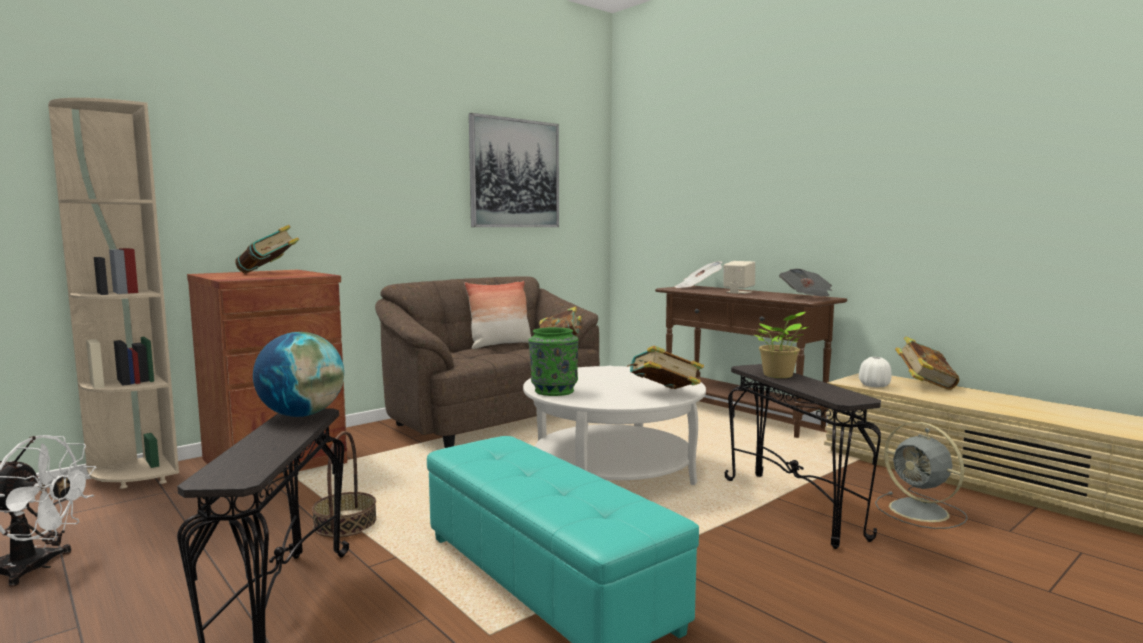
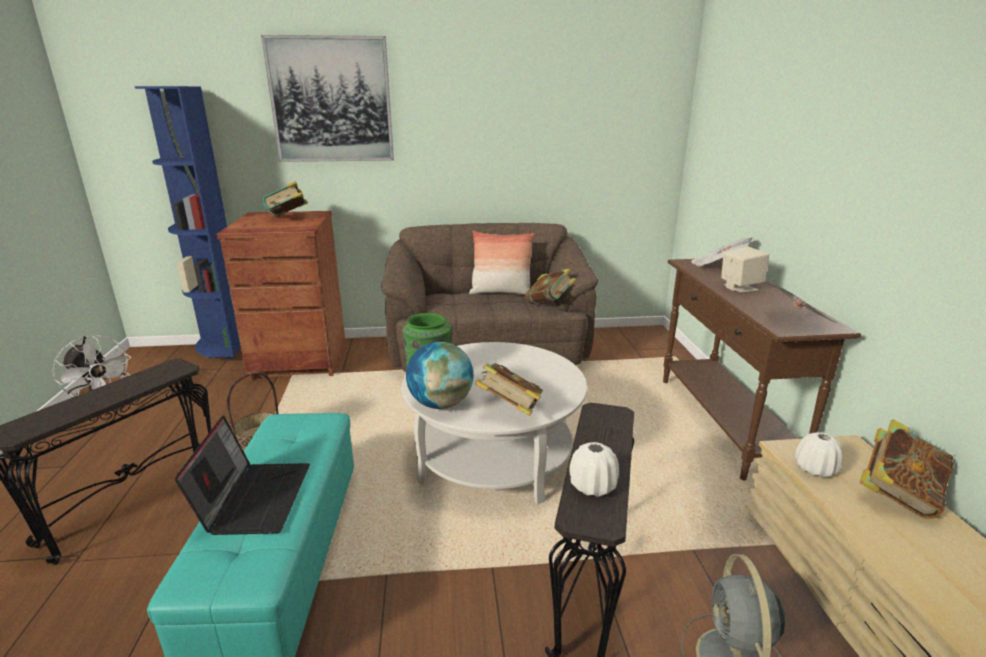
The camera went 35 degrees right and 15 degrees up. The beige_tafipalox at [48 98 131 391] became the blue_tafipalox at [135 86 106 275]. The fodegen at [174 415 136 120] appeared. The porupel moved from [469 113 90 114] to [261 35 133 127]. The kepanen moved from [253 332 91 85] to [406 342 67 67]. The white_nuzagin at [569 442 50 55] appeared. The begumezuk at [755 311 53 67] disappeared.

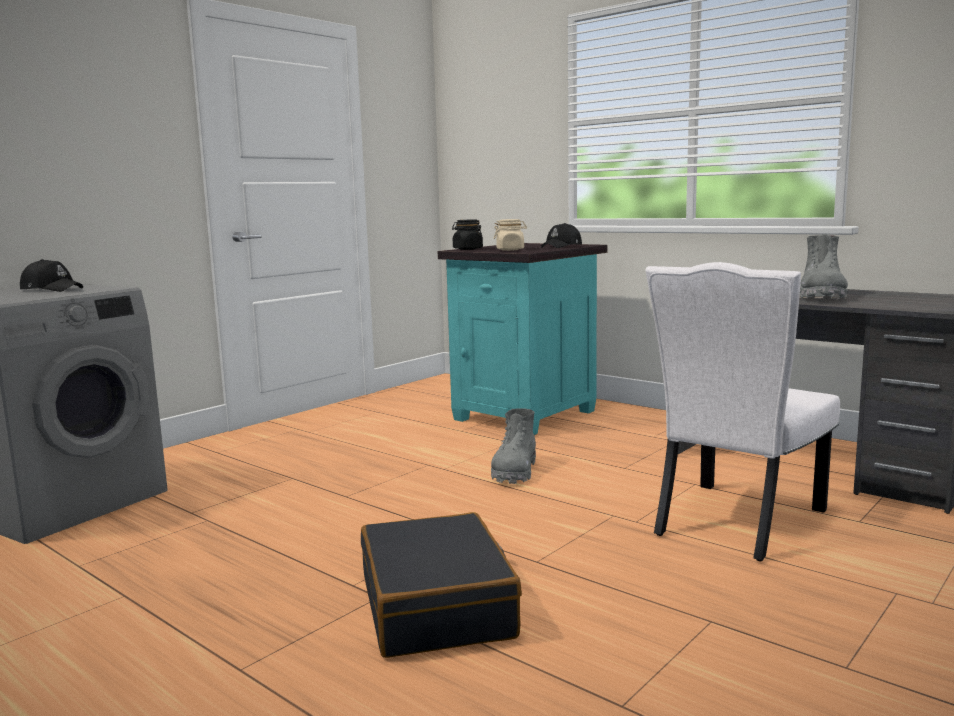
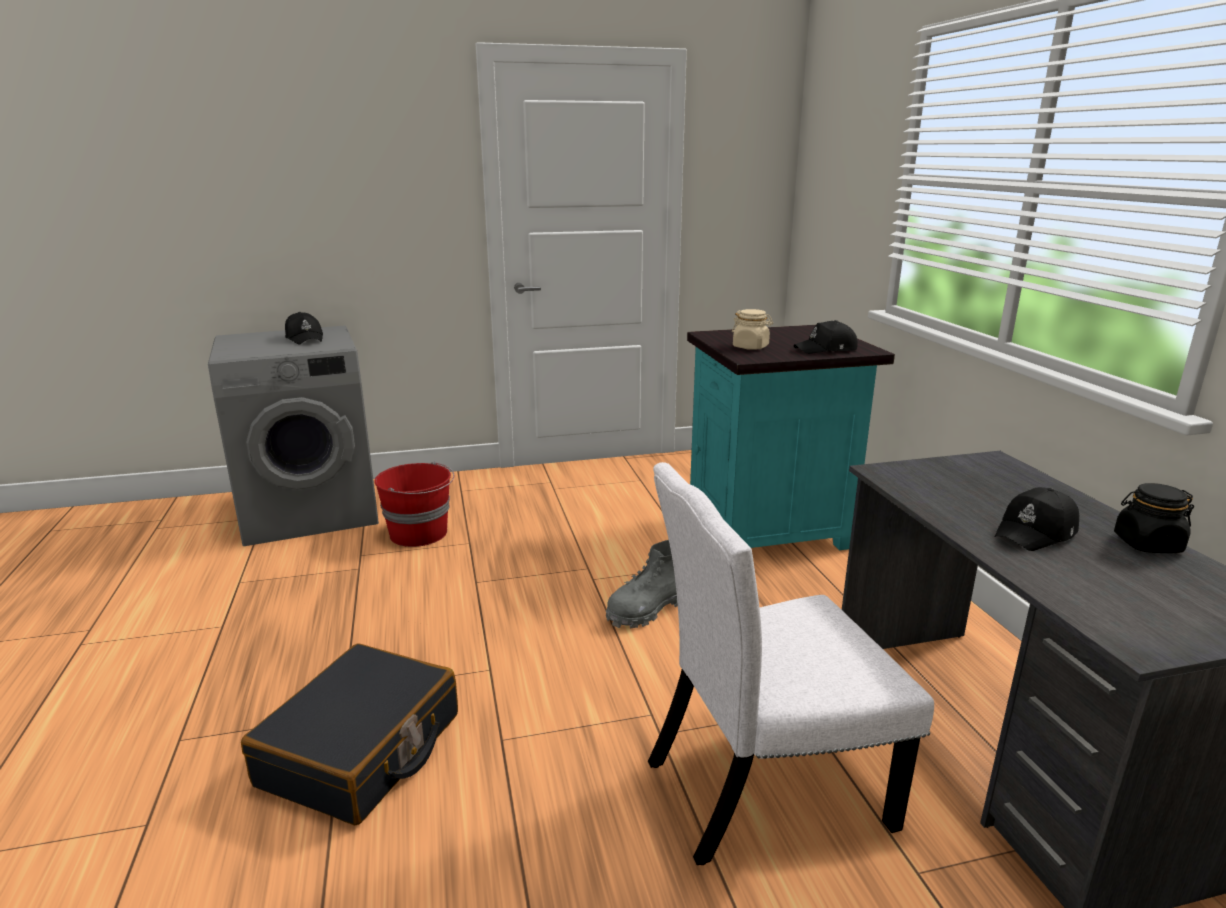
The camera went 35 degrees right and 10 degrees up. The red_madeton at [374 461 80 86] appeared. The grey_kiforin at [800 234 48 65] was replaced by the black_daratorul at [994 487 85 64]. The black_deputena moved from [452 220 31 30] to [1114 483 80 70].

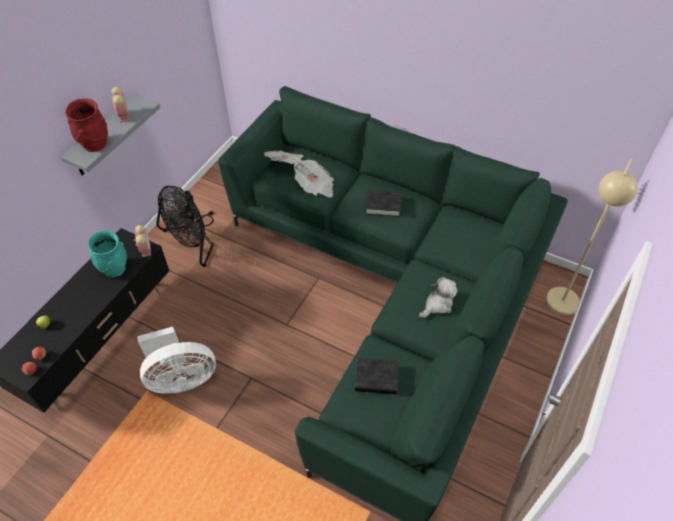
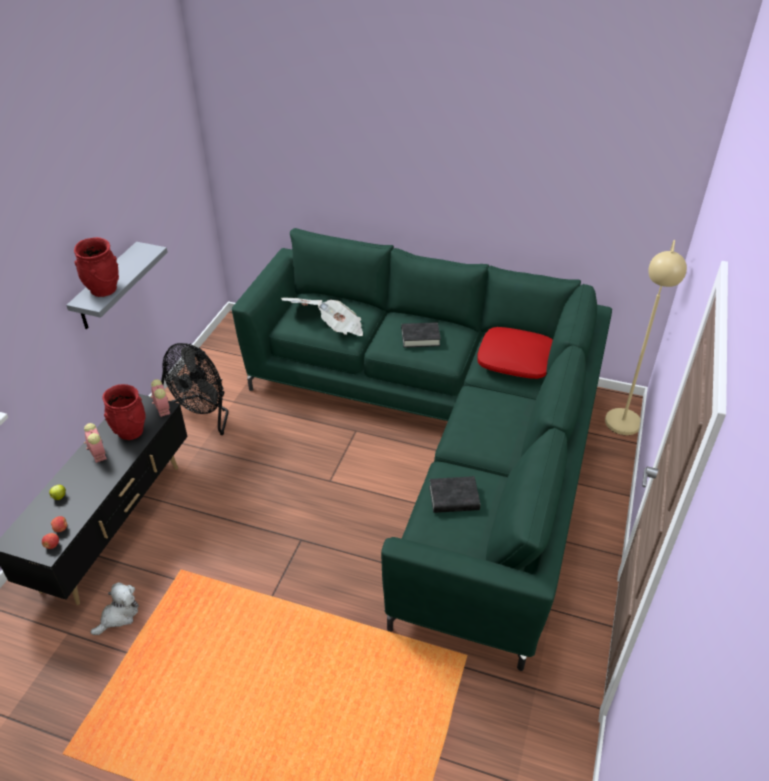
The camera went 10 degrees left and 10 degrees down. The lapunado moved from [111 87 19 35] to [84 423 23 40]. The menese moved from [419 277 38 41] to [91 582 48 53]. The turquoise_nuzagin at [88 230 39 47] became the red_nuzagin at [102 384 44 56]. The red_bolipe at [477 327 76 52] appeared. The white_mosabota at [137 327 79 67] disappeared.

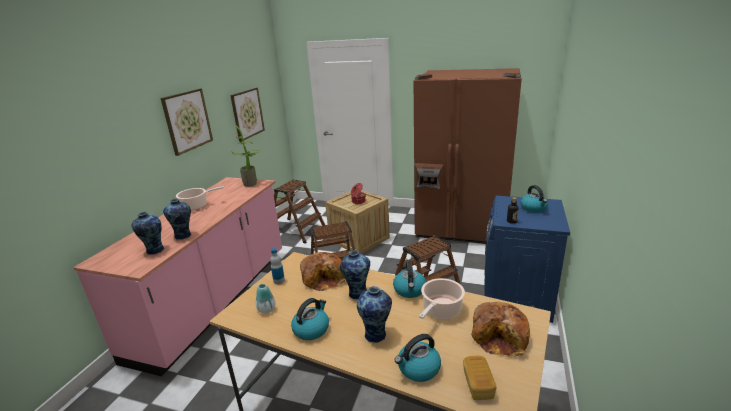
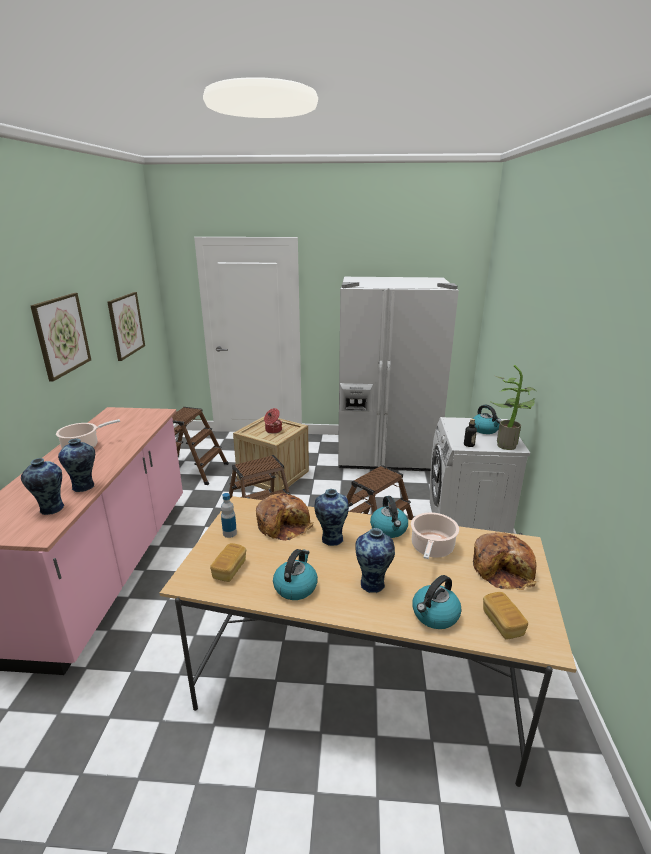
The camera went 15 degrees left and 0 degrees up. The nuzagin at [256 284 20 30] was replaced by the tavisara at [210 543 36 39]. The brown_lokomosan at [414 68 108 176] became the white_lokomosan at [338 277 121 194]. The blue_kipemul at [484 195 86 128] became the white_kipemul at [430 417 100 116]. The begumezuk moved from [231 125 32 62] to [490 365 47 85].

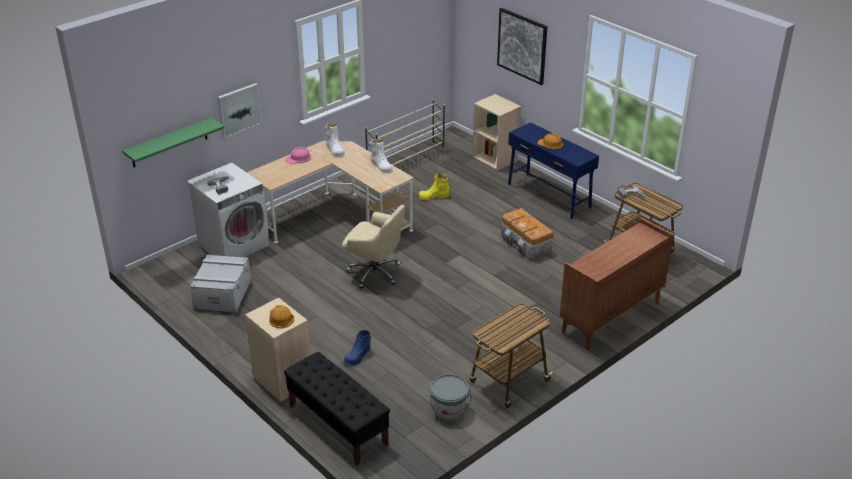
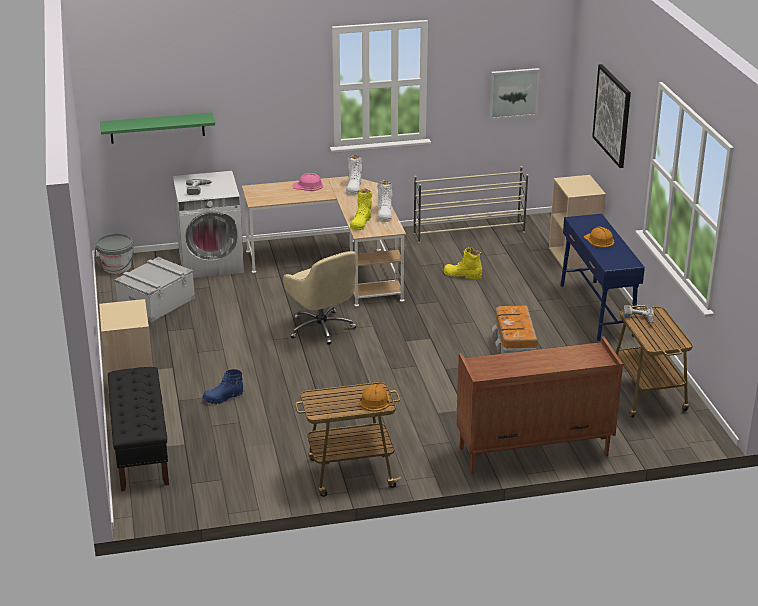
The camera went 30 degrees right and 5 degrees down. The grey_madeton moved from [430 374 41 46] to [95 234 38 40]. The yellow_kiforin at [350 189 22 41] appeared. The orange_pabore moved from [269 305 26 23] to [359 384 31 28]. The porupel moved from [218 83 44 56] to [489 68 51 52].

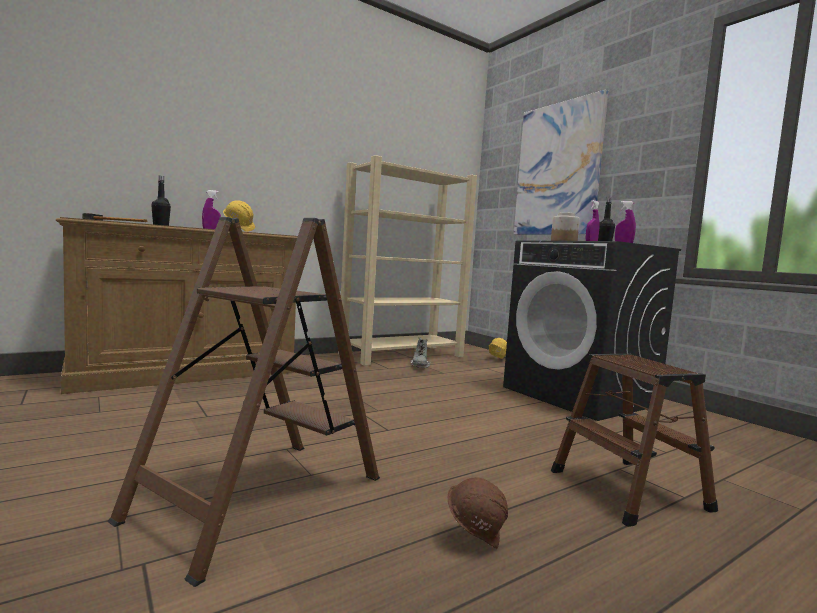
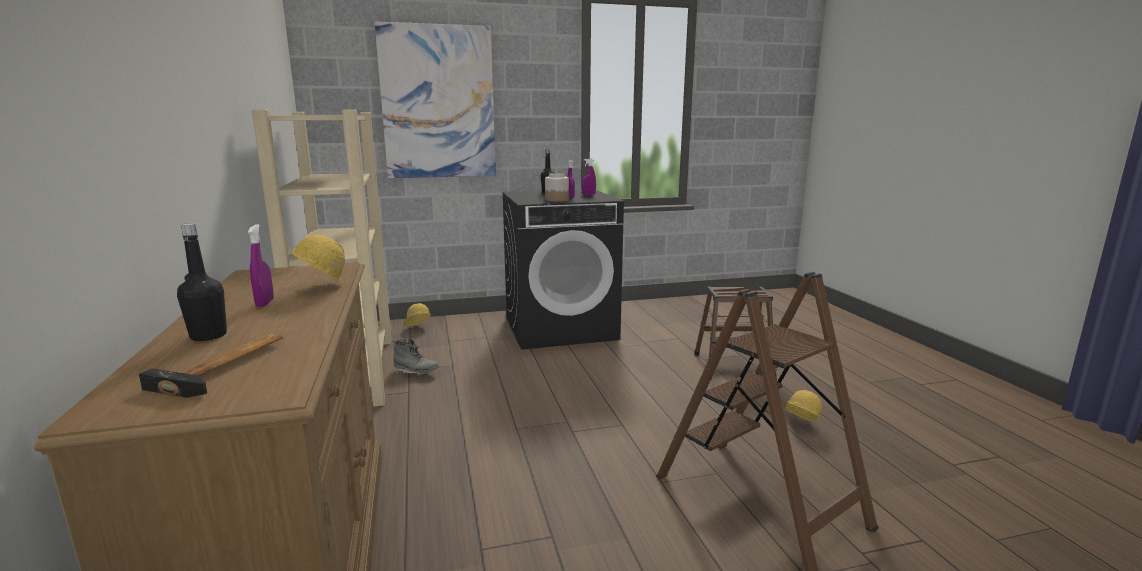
The camera went 70 degrees left and 10 degrees up. The brown_pabore at [448 478 60 71] became the yellow_pabore at [786 390 36 31].

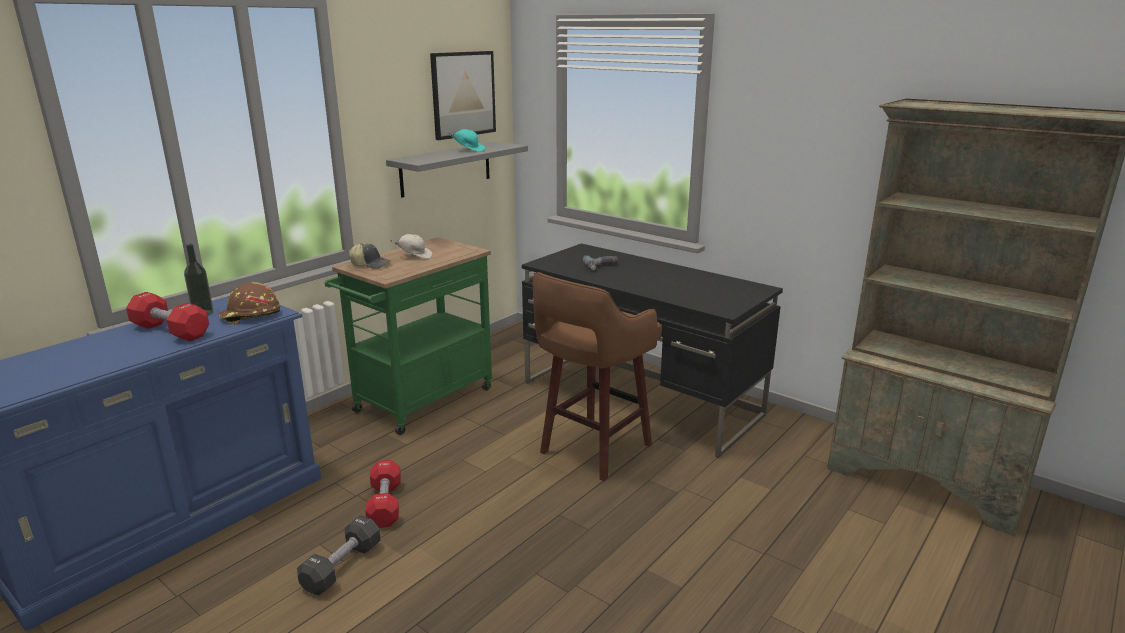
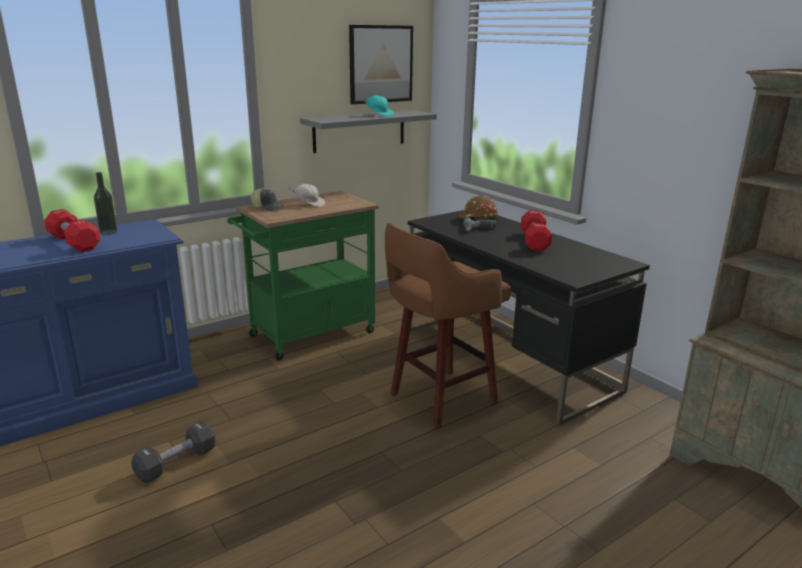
The camera went 15 degrees right and 0 degrees up. The brown_pabore moved from [218 282 62 43] to [458 196 40 25]. The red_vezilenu moved from [365 460 36 68] to [521 210 31 41].

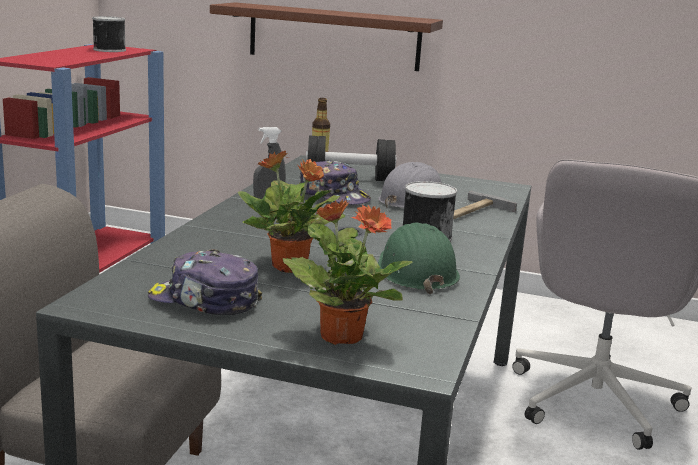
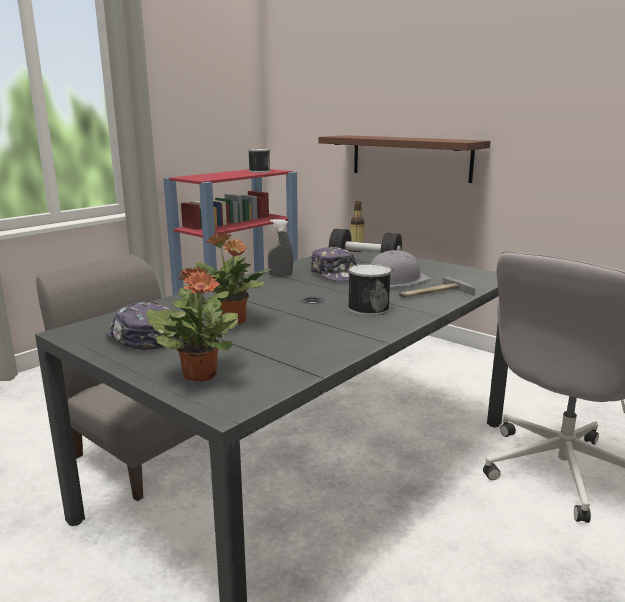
The camera went 25 degrees right and 0 degrees up. The green_pabore at [378 223 82 71] disappeared.

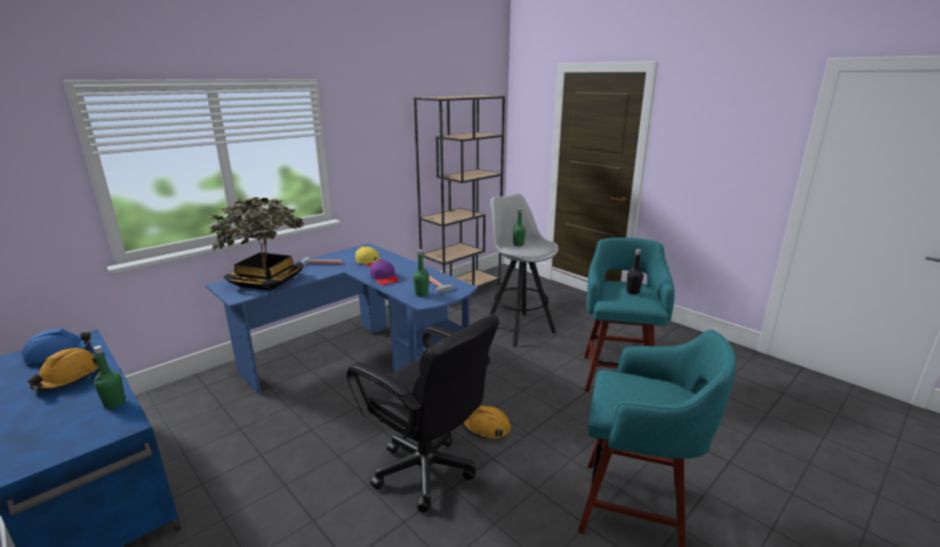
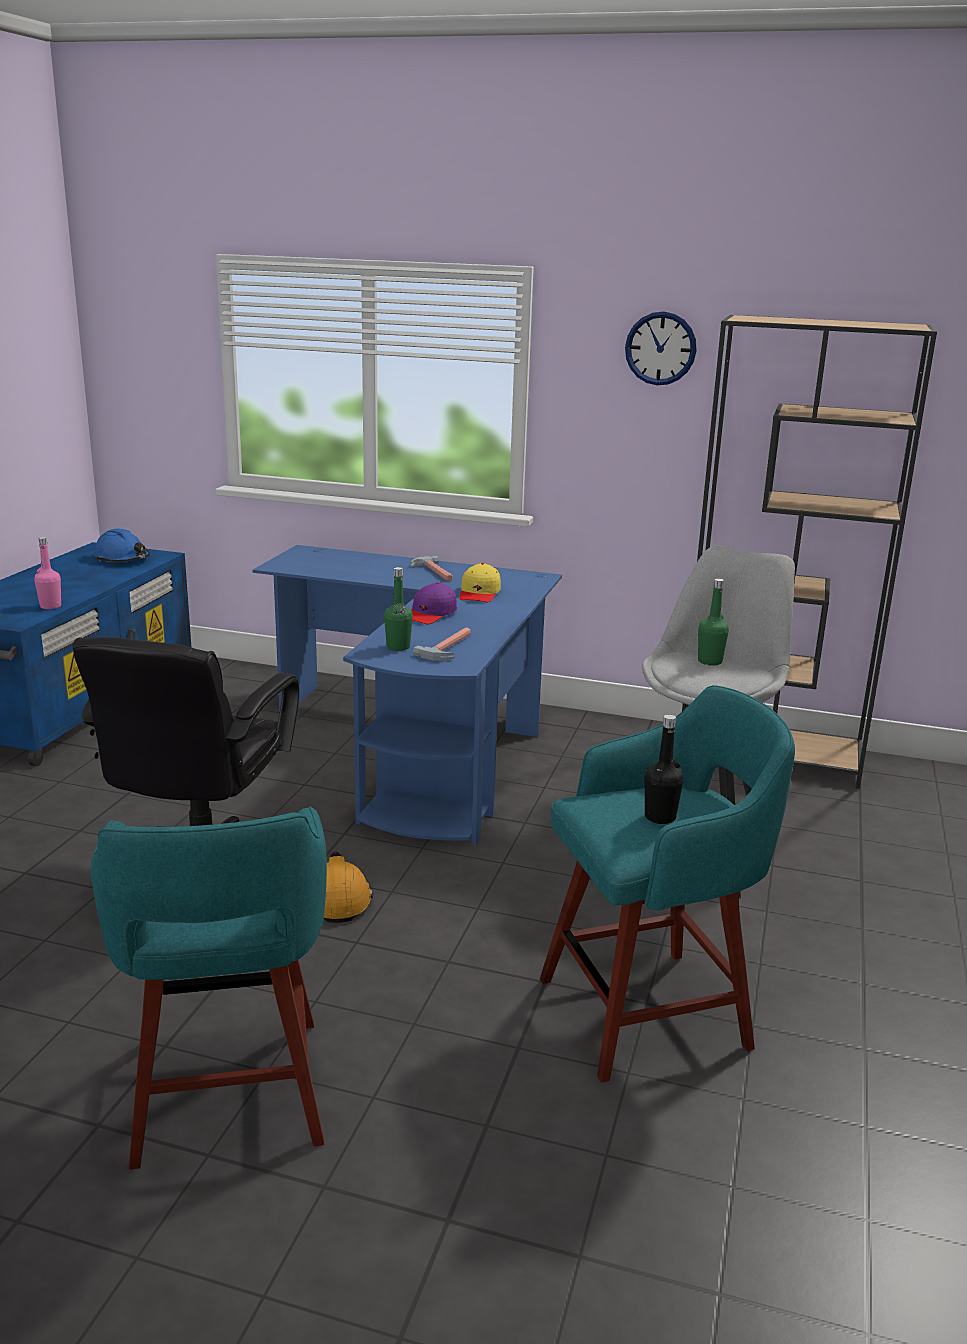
The camera went 60 degrees right and 0 degrees up. The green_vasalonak at [93 346 33 62] became the pink_vasalonak at [34 537 27 72]. The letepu at [625 311 72 74] appeared. The orange_pabore at [28 348 71 43] disappeared. The begumezuk at [206 197 99 94] disappeared.

